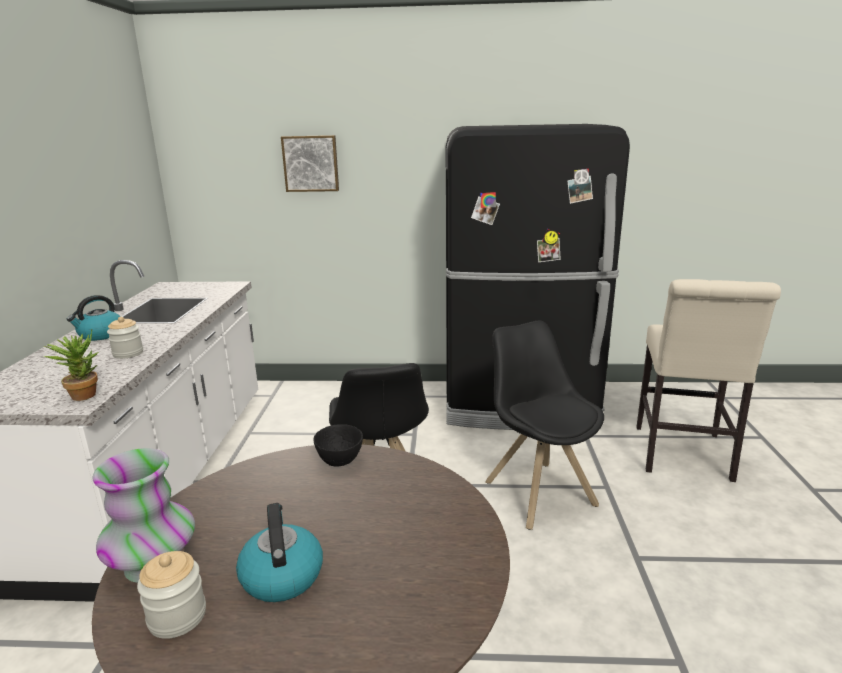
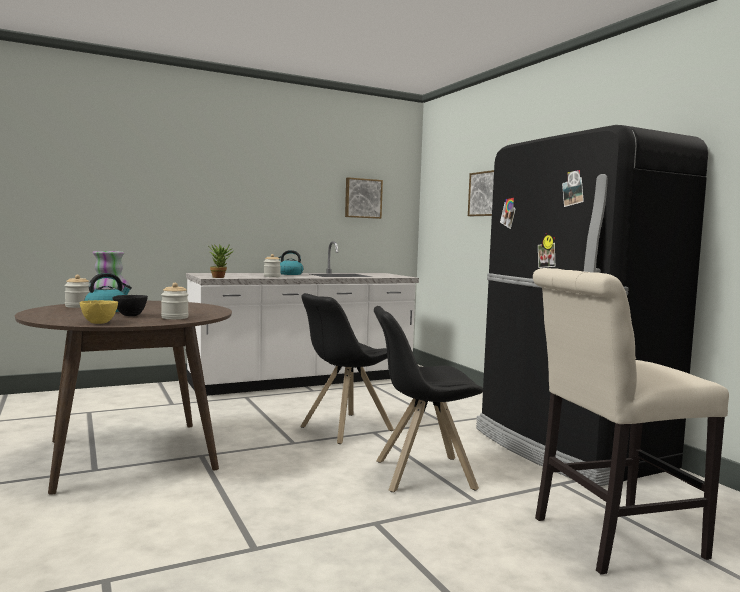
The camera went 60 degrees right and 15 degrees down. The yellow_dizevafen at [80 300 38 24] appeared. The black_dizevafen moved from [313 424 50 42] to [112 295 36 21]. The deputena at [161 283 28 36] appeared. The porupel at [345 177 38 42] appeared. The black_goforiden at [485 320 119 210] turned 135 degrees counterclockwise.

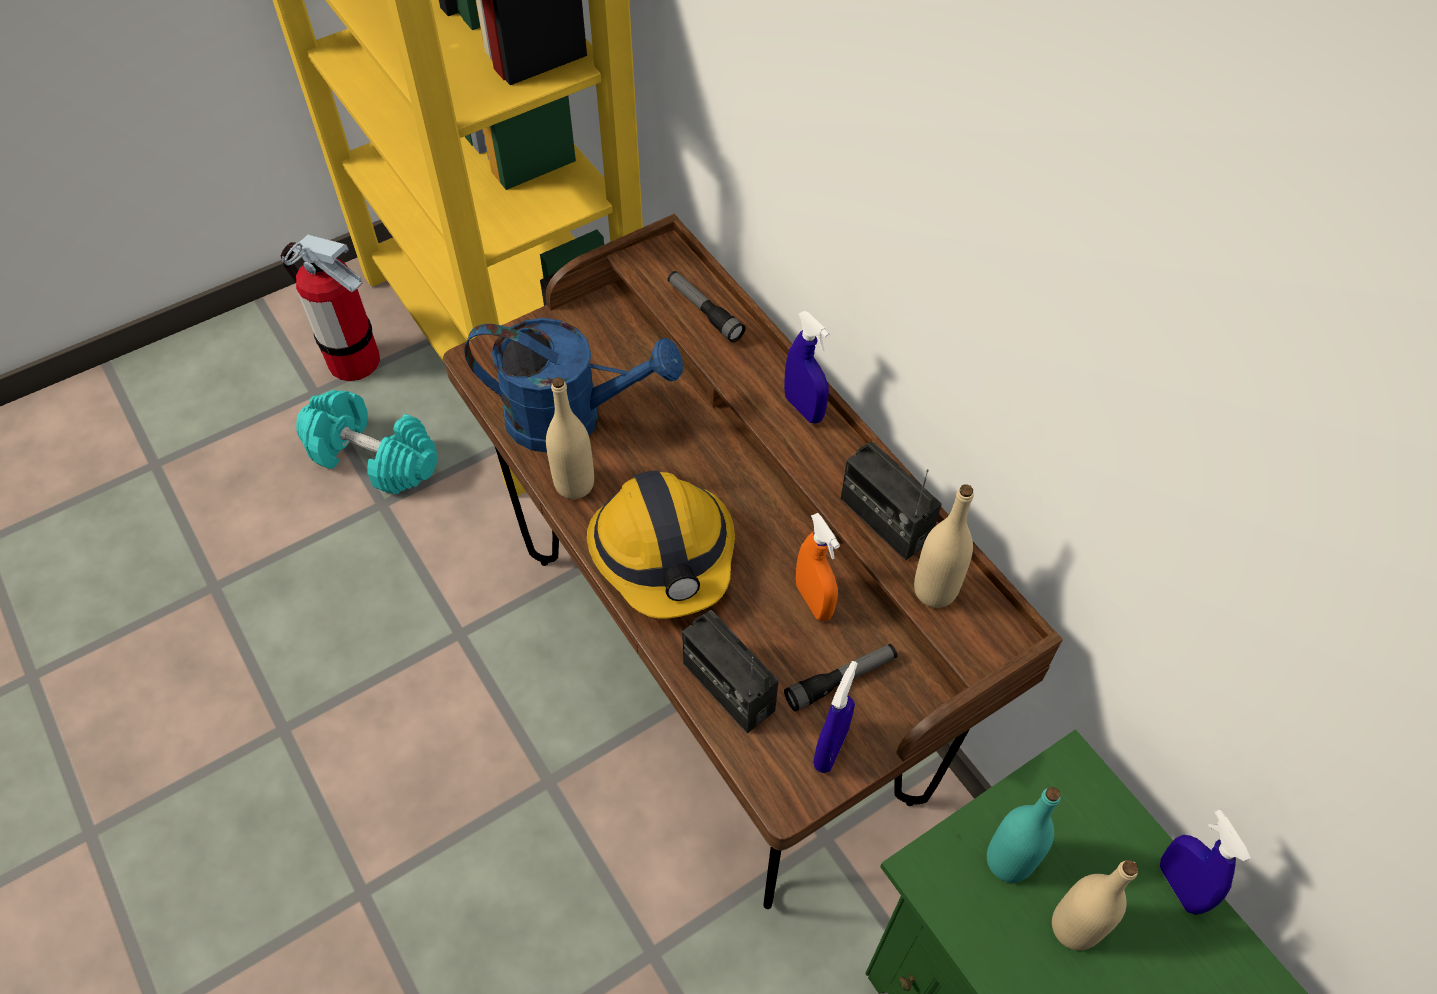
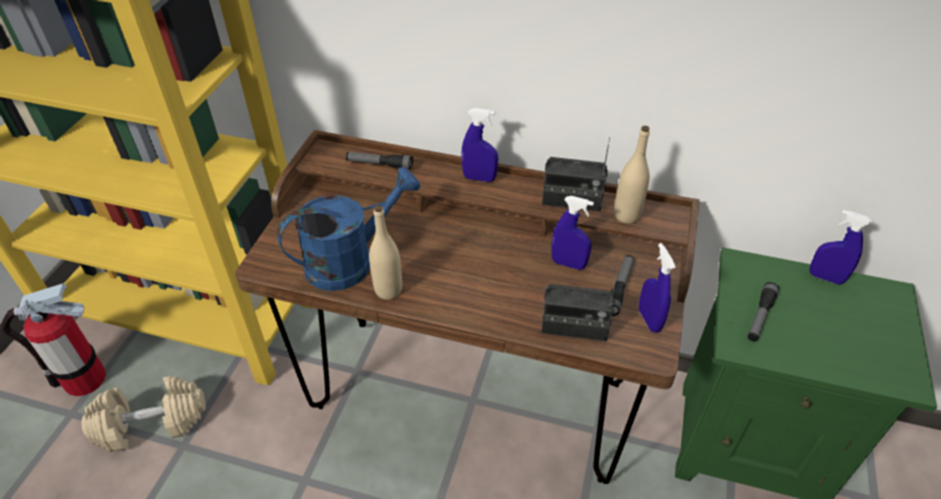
The camera went 40 degrees left and 10 degrees down. The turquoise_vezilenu at [296 390 141 104] became the beige_vezilenu at [81 376 125 76]. The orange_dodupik at [796 513 44 108] became the blue_dodupik at [551 196 43 74]. The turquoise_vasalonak at [987 787 74 96] was replaced by the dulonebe at [748 282 31 60]. The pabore at [587 470 148 149] disappeared. The beige_vasalonak at [1052 860 86 90] disappeared.

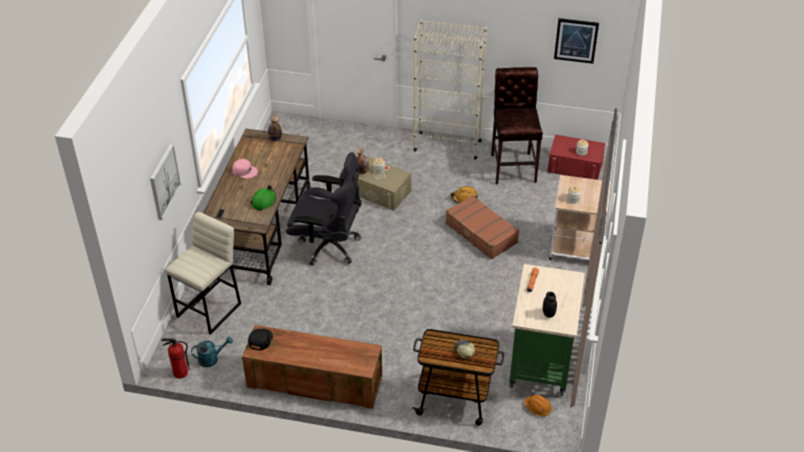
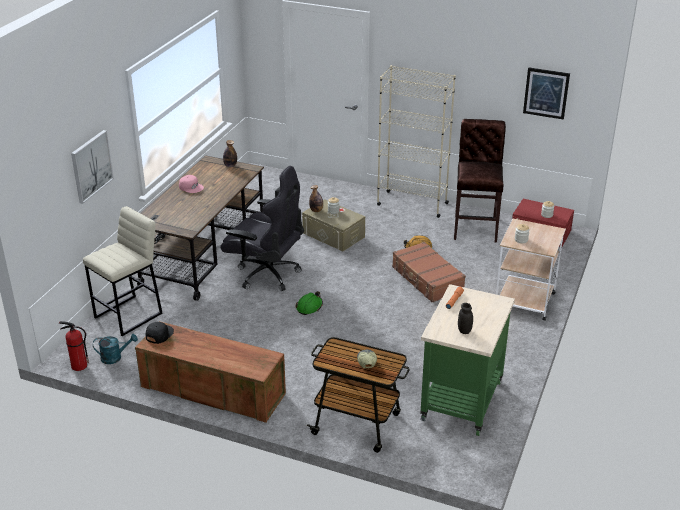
The camera went 10 degrees right and 10 degrees down. The green_pabore moved from [250 185 26 25] to [295 291 28 24]. The orange_pabore at [524 395 28 21] disappeared.

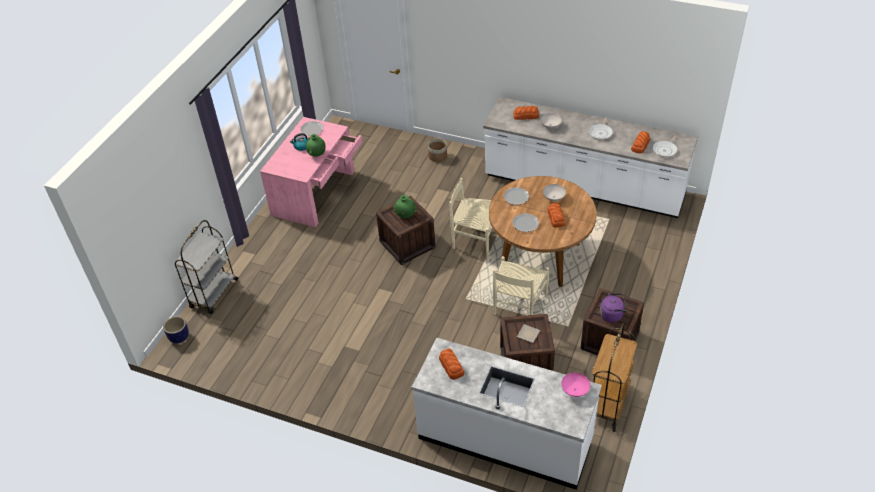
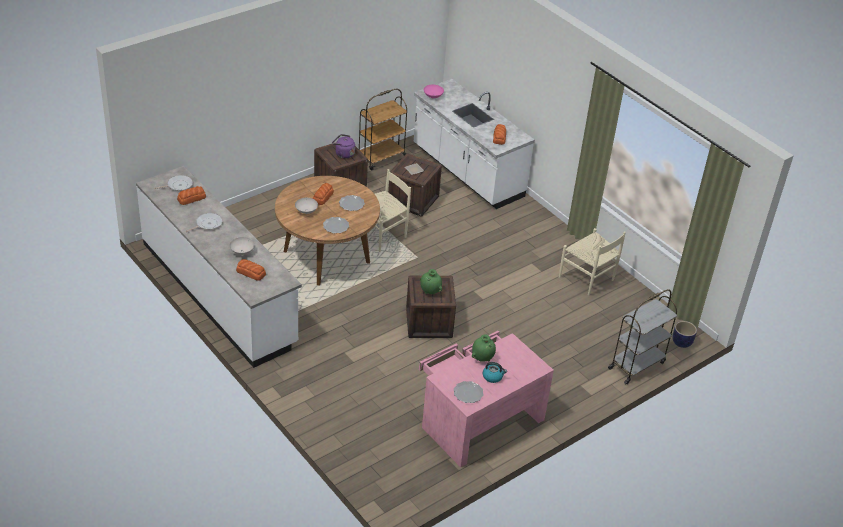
The camera went 155 degrees left and 5 degrees down. The beige_goforiden moved from [449 178 43 80] to [559 228 67 67]. The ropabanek at [428 139 19 23] disappeared.

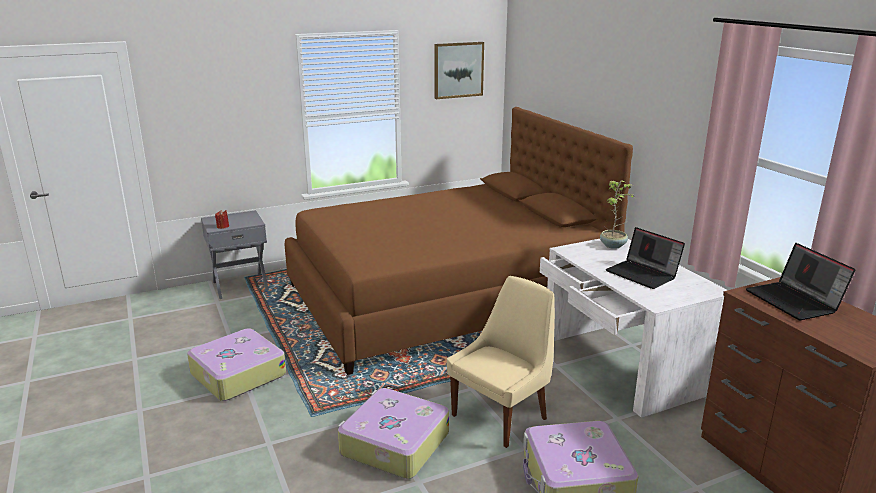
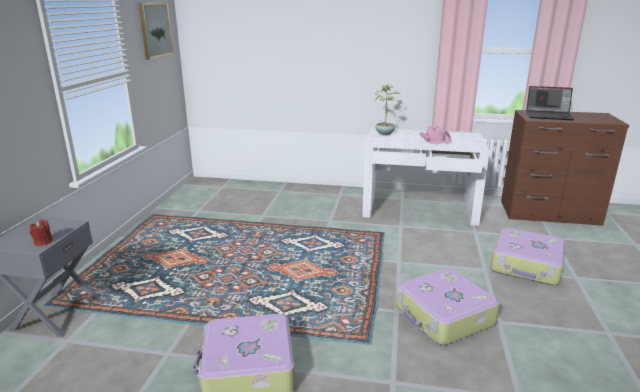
The camera went 55 degrees left and 0 degrees up. The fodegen at [606 227 79 62] was replaced by the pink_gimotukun at [420 125 31 19]. The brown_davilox at [285 107 348 268] disappeared. The beige_goforiden at [447 276 108 172] disappeared.

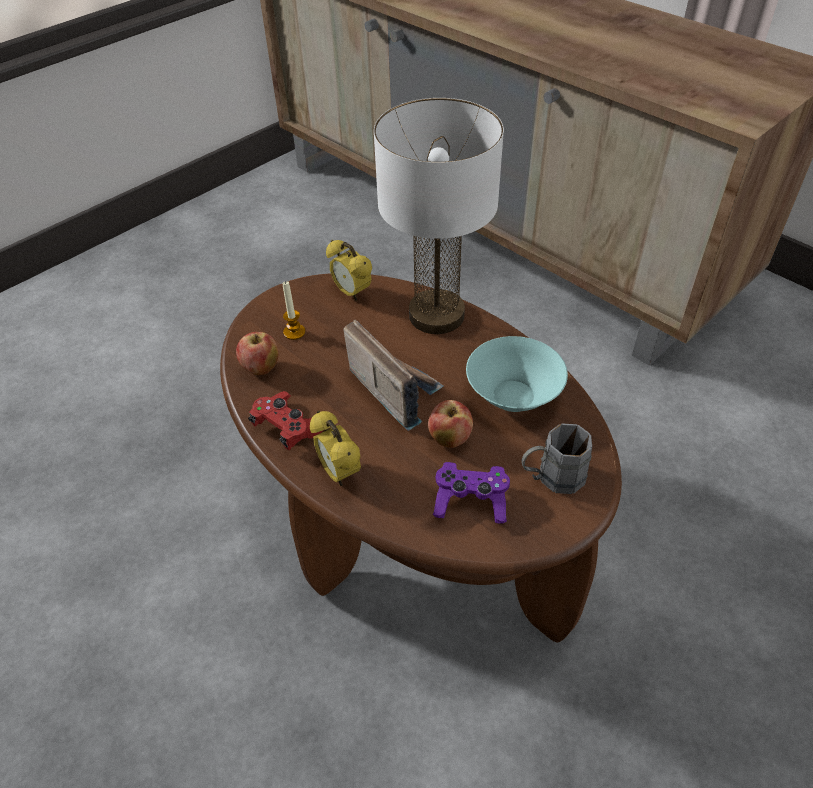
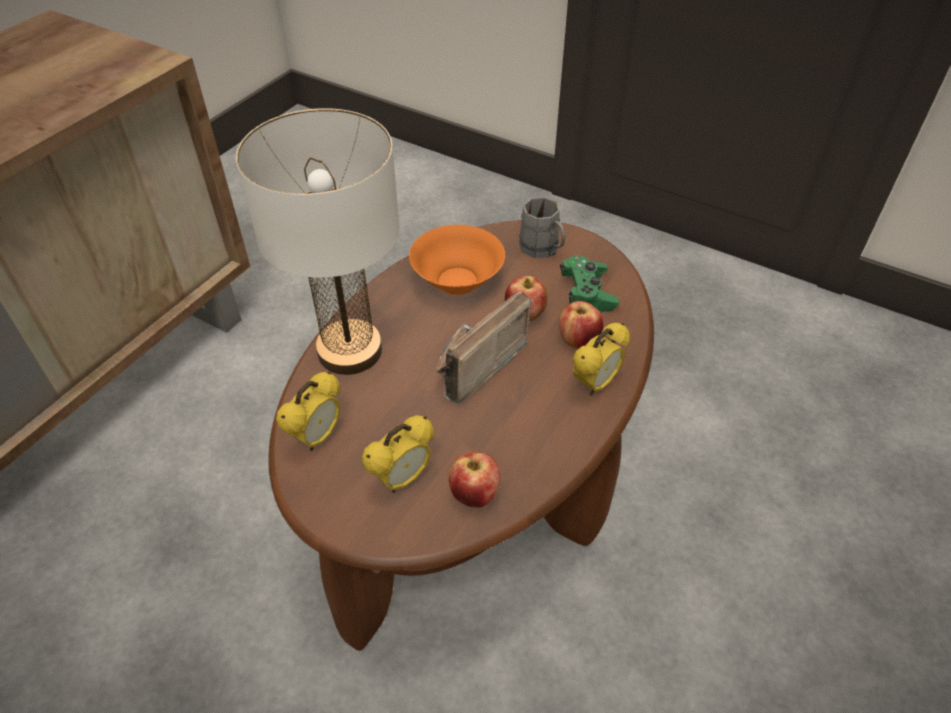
The camera went 105 degrees left and 0 degrees up. The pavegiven at [283 281 22 59] was replaced by the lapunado at [362 415 72 78]. The turquoise_dizevafen at [466 336 102 76] became the orange_dizevafen at [409 225 96 70]. The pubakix at [559 301 45 48] appeared. The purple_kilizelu at [433 462 77 62] became the green_kilizelu at [560 255 59 57]. The red_kilizelu at [248 391 76 59] disappeared.

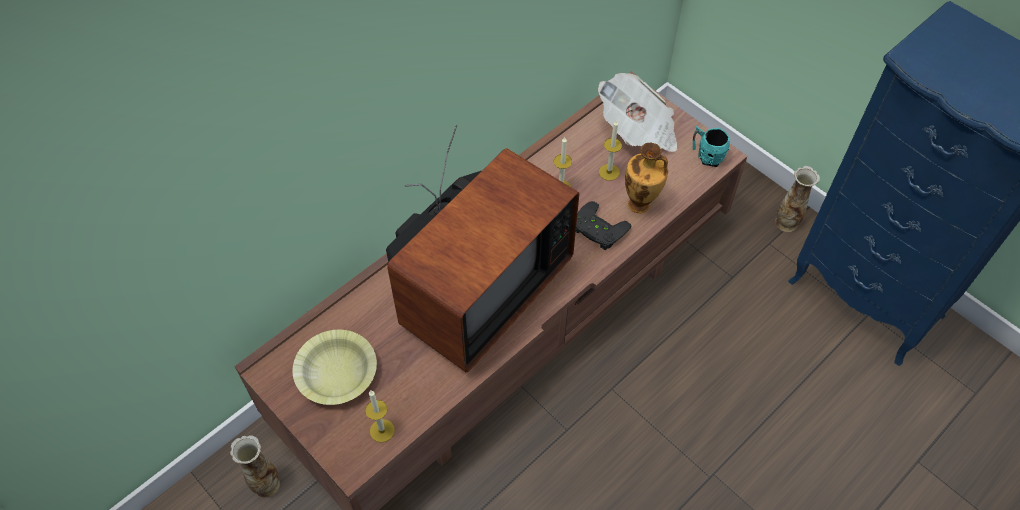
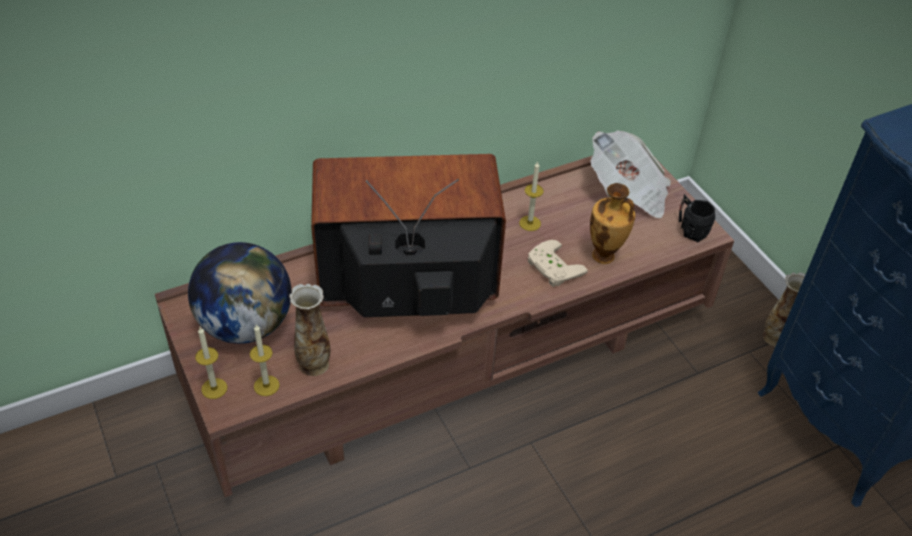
The camera went 15 degrees right and 10 degrees down. The yellow_dizevafen at [293 330 84 75] was replaced by the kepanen at [188 242 104 102]. The pavegiven moved from [599 120 23 61] to [195 327 32 72]. The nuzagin moved from [230 435 50 63] to [289 284 41 92]. The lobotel at [386 124 193 248] turned 150 degrees counterclockwise. The black_kilizelu at [576 201 55 49] became the beige_kilizelu at [528 240 60 47]. The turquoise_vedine at [693 126 37 41] became the black_vedine at [679 194 36 48].

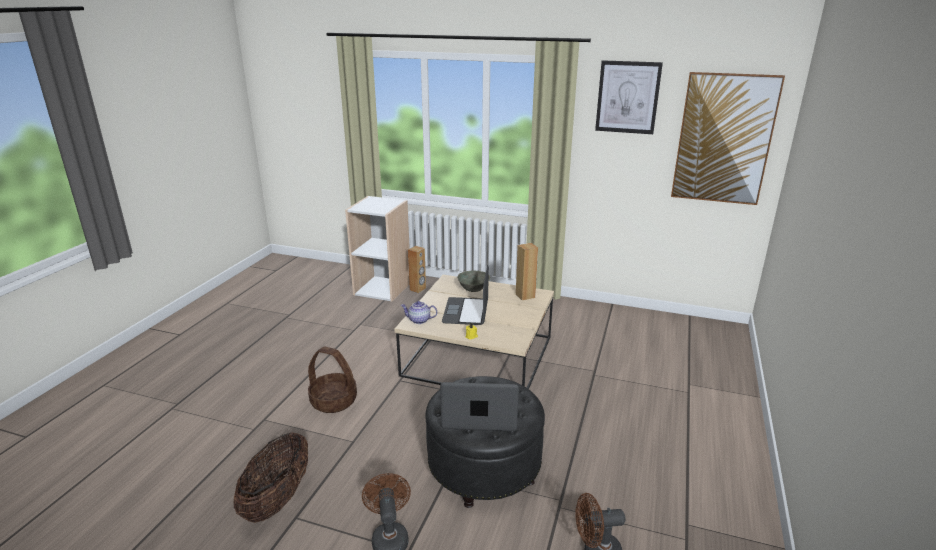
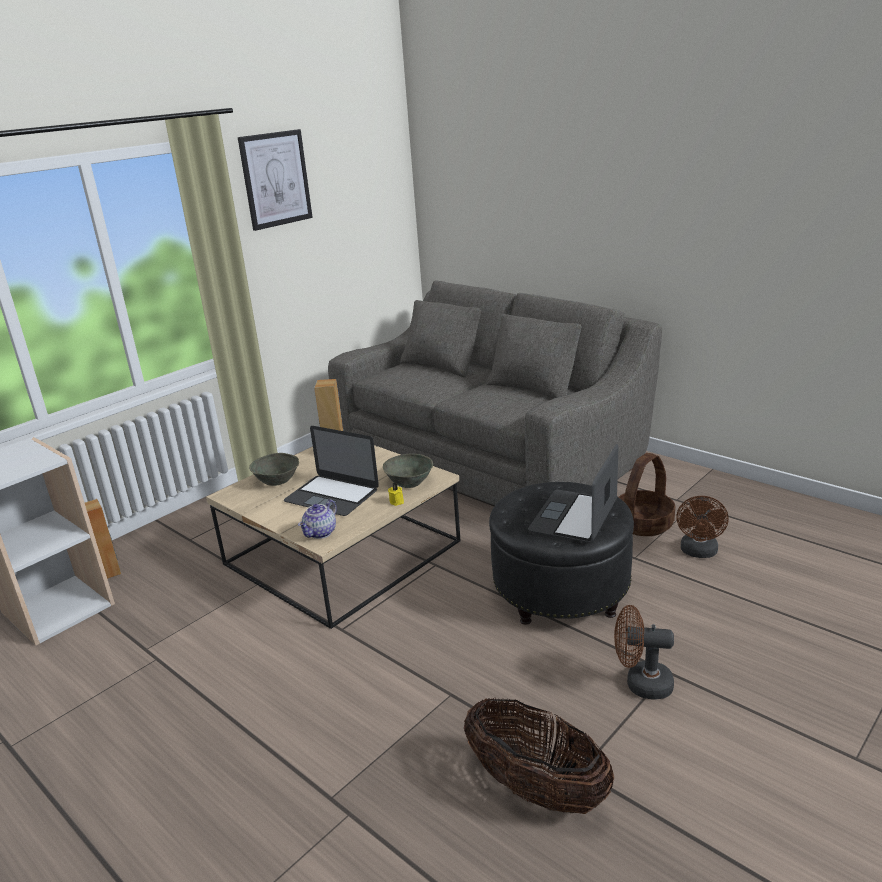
The camera went 65 degrees left and 0 degrees up. The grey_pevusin at [328 280 334 225] appeared. The grey_dizevafen at [383 454 50 34] appeared. The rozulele moved from [308 347 49 66] to [619 453 56 83]. The porupel at [671 72 114 133] disappeared.

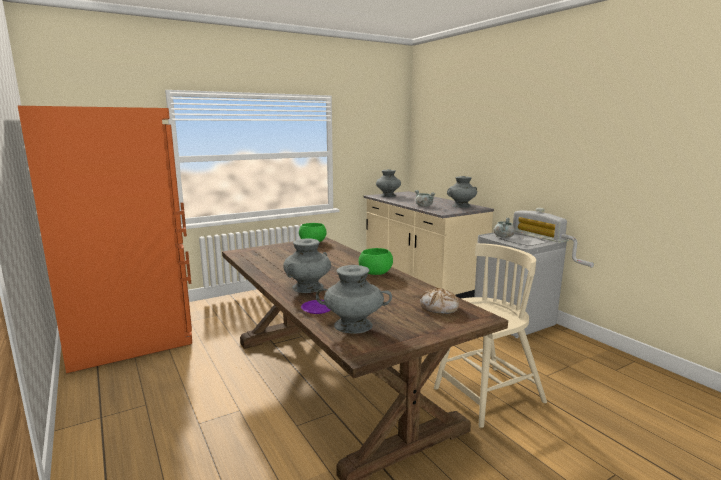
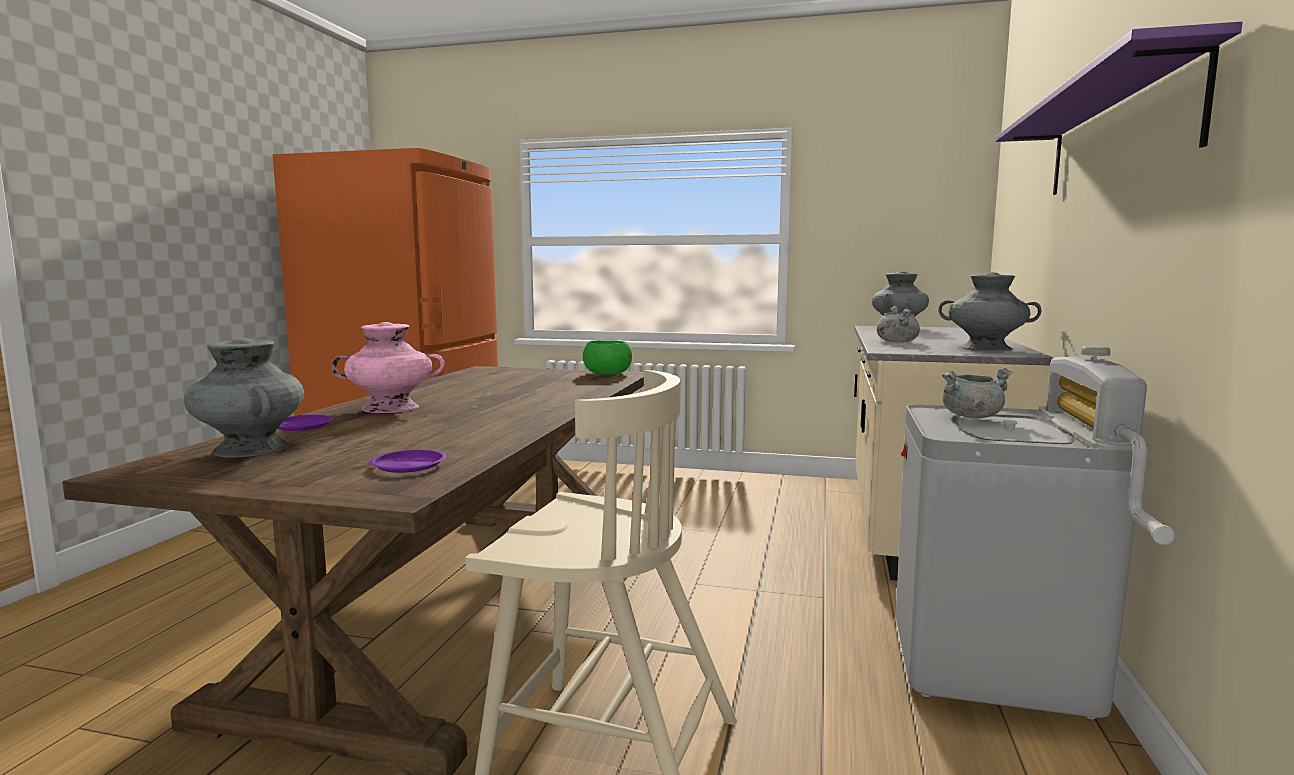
The camera went 45 degrees right and 5 degrees down. The grey_nuzagin at [283 238 48 55] became the pink_nuzagin at [332 322 112 91]. The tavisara at [420 288 39 26] was replaced by the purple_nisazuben at [369 450 77 23]. The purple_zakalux at [996 22 246 173] appeared. The green_dizevafen at [359 248 34 27] disappeared.

